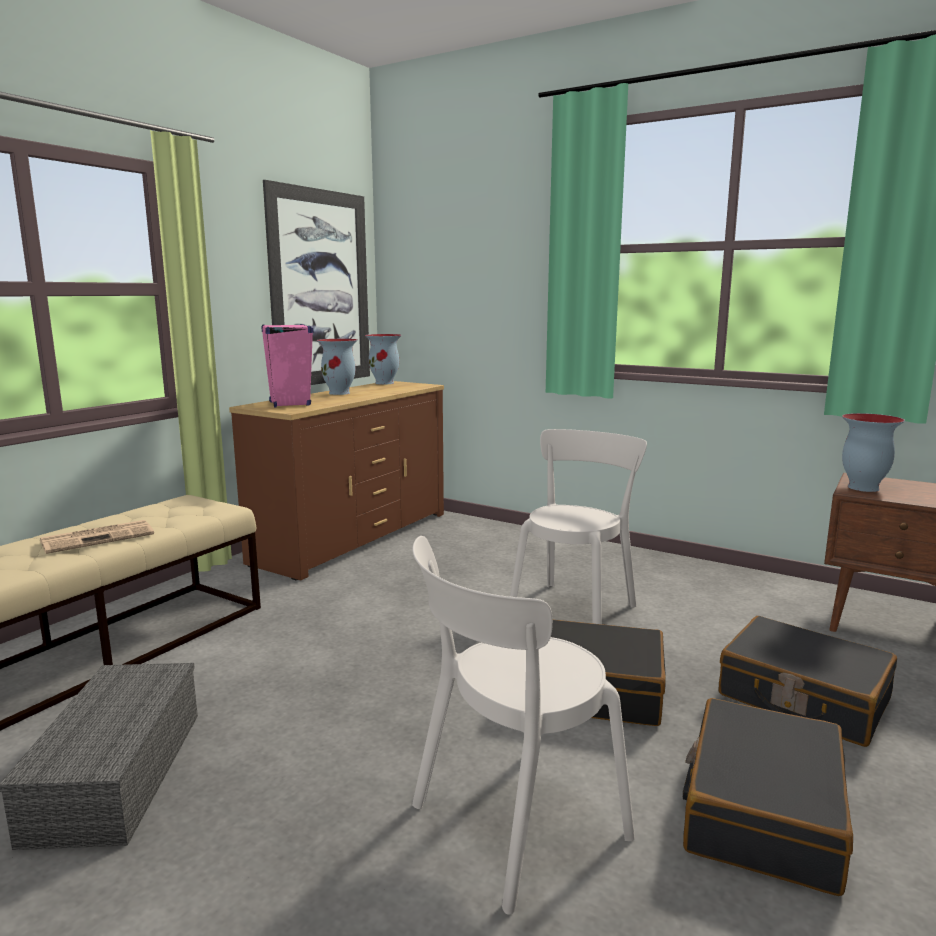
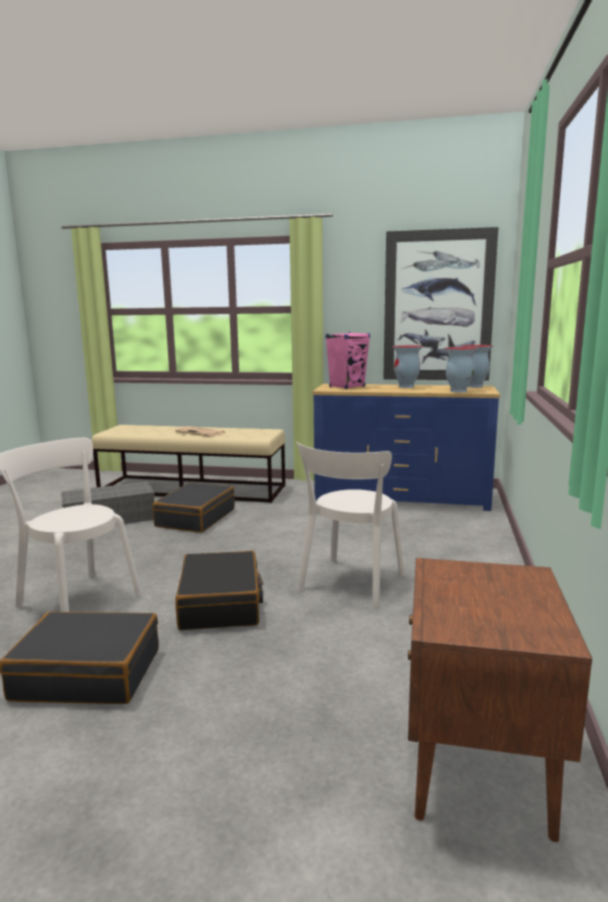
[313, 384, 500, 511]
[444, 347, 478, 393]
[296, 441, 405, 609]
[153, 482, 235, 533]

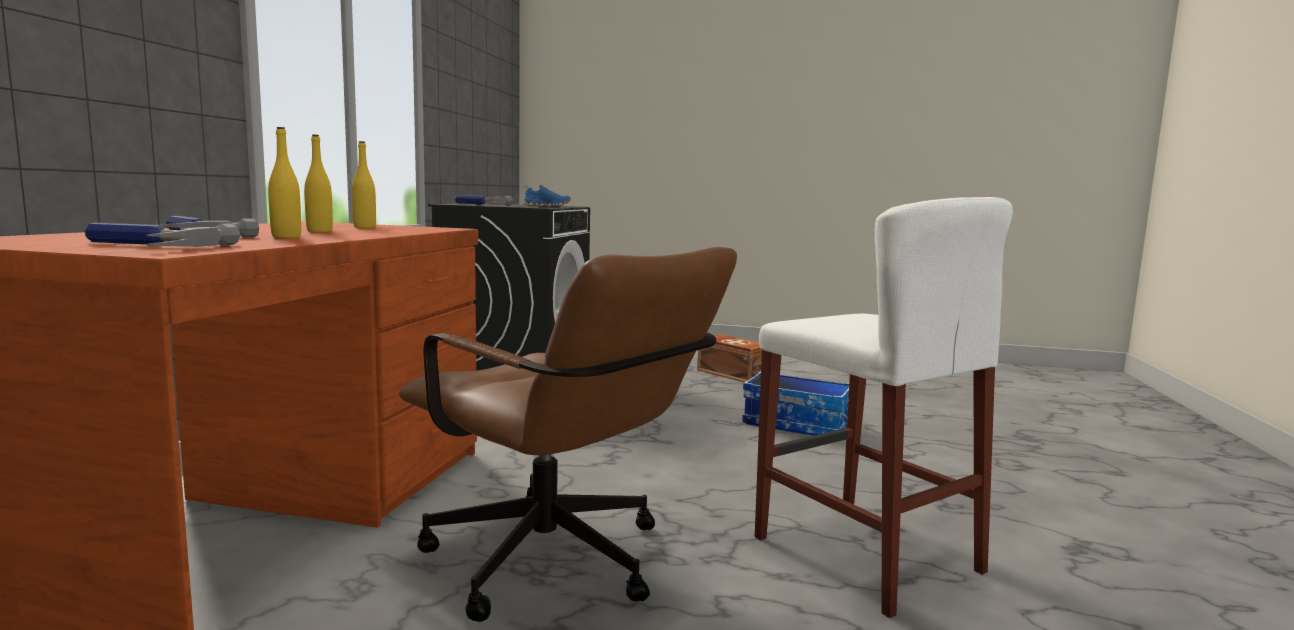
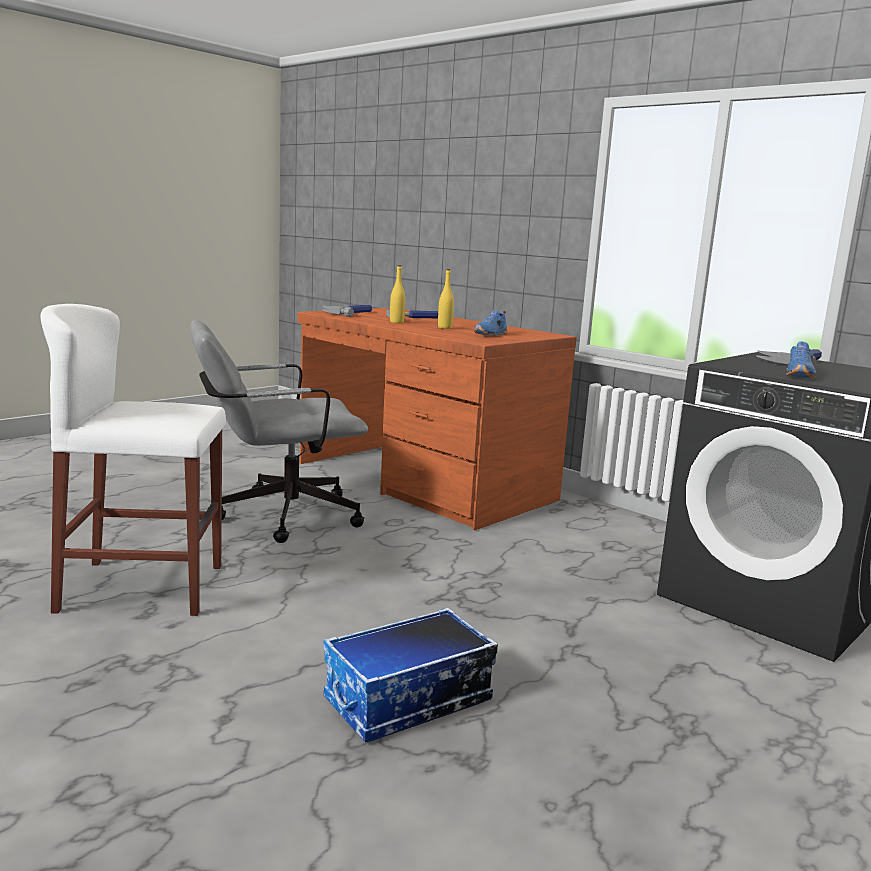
[474, 310, 507, 336]
[190, 320, 368, 543]
[697, 334, 762, 382] (first image)

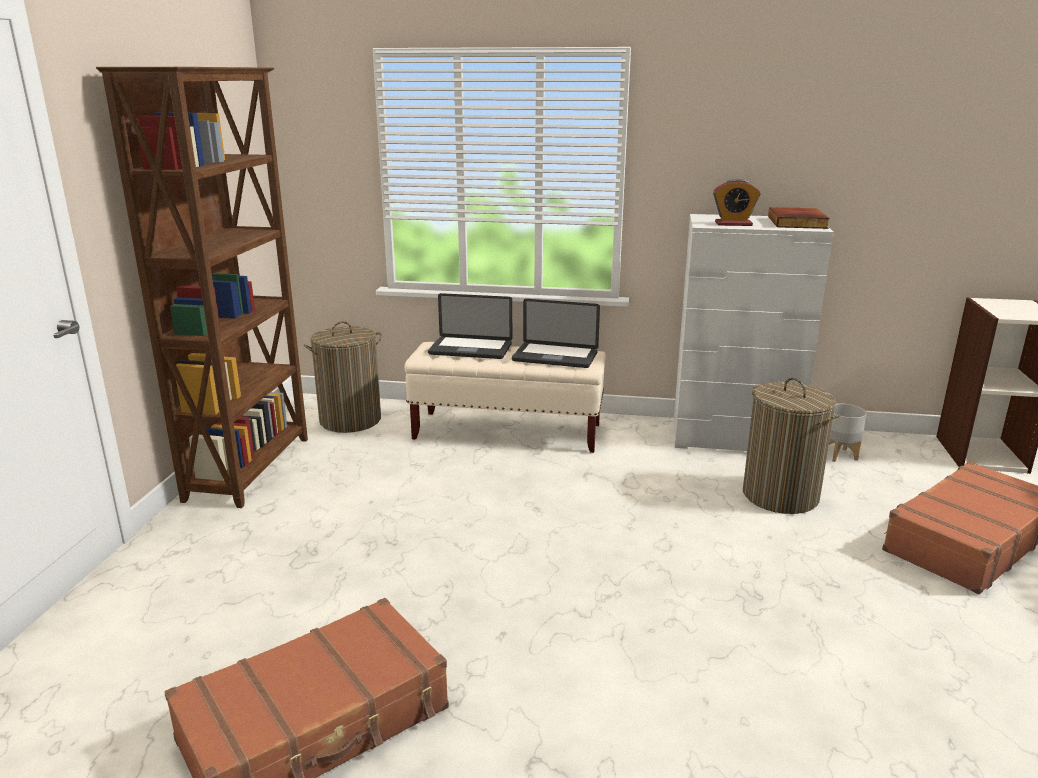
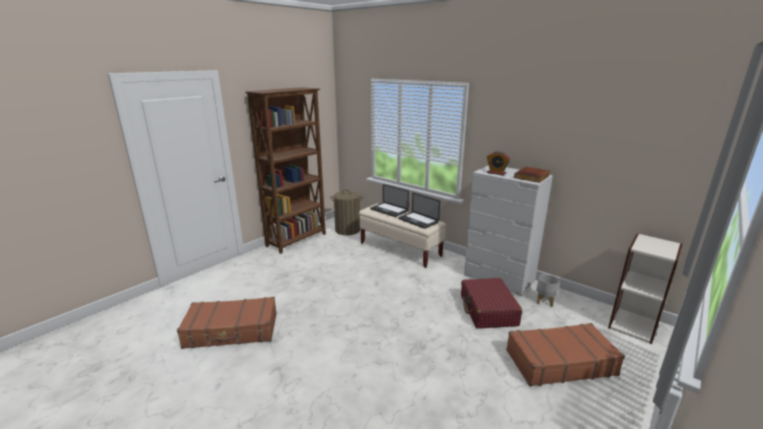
[461, 278, 522, 329]

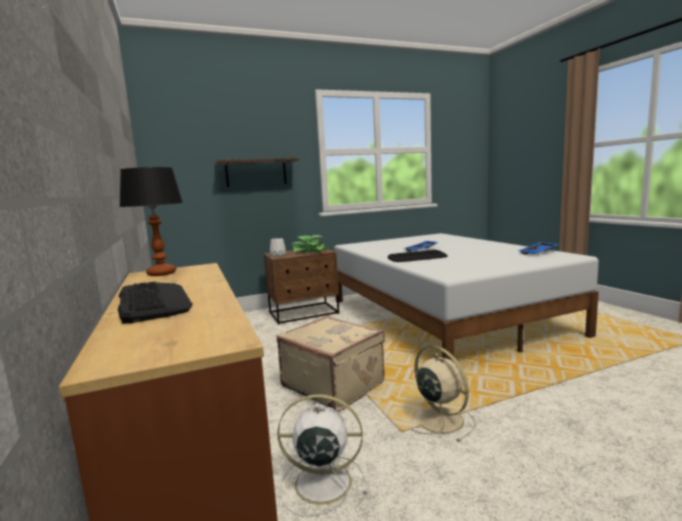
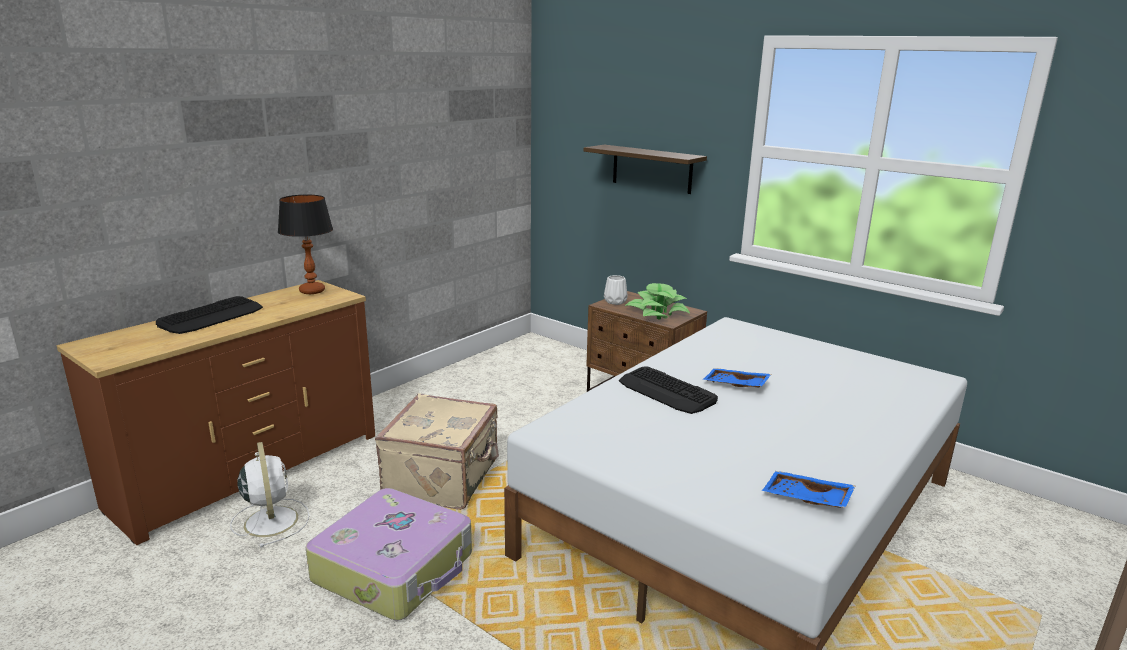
[306, 488, 472, 620]

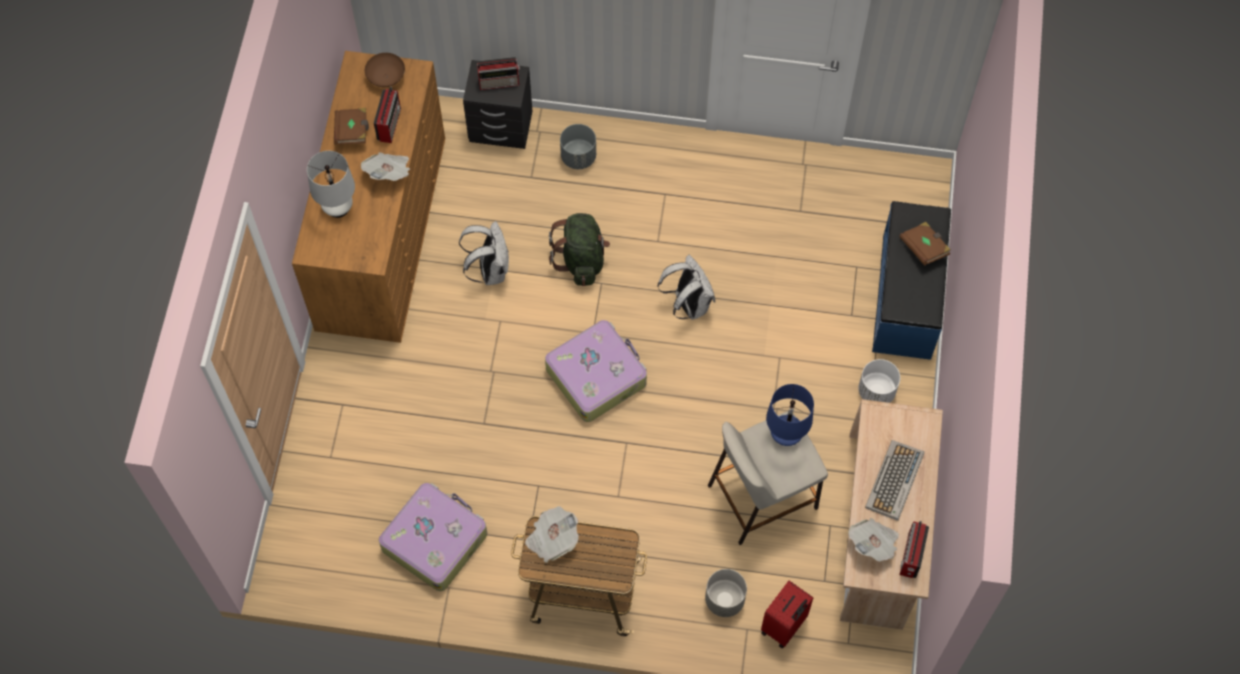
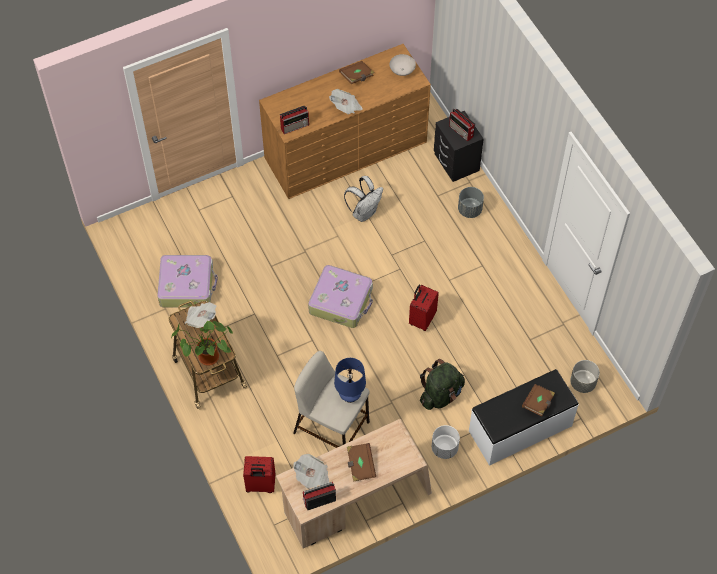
[390, 54, 416, 76]
[280, 106, 309, 134]
[307, 151, 355, 218] (first image)
[469, 369, 579, 466]
[420, 359, 465, 410]
[409, 284, 439, 331]
[347, 443, 376, 482]
[570, 360, 600, 393]
[171, 320, 233, 365]

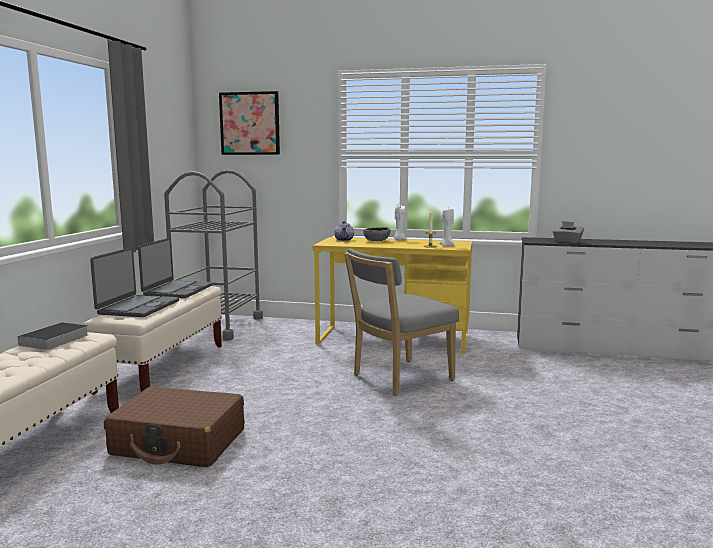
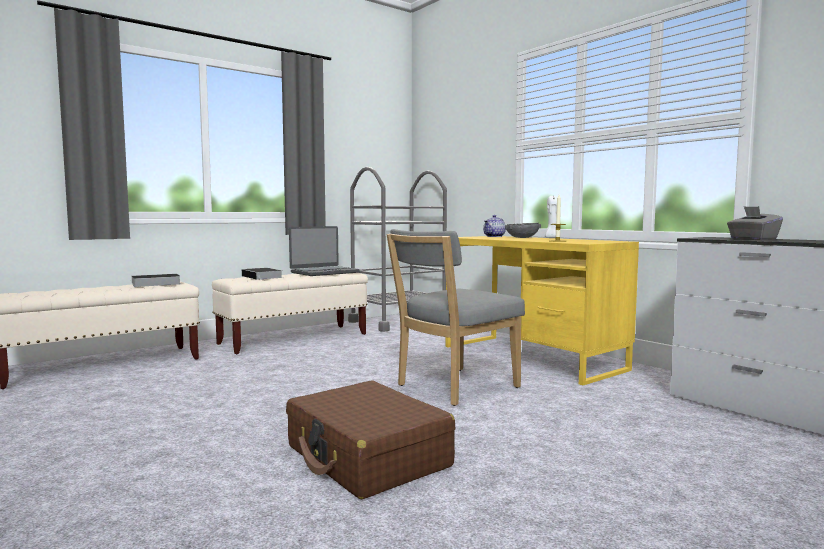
[219, 91, 280, 155] (first image)
[439, 209, 454, 247] (first image)
[242, 268, 283, 280]
[387, 229, 525, 406]
[286, 380, 455, 499]

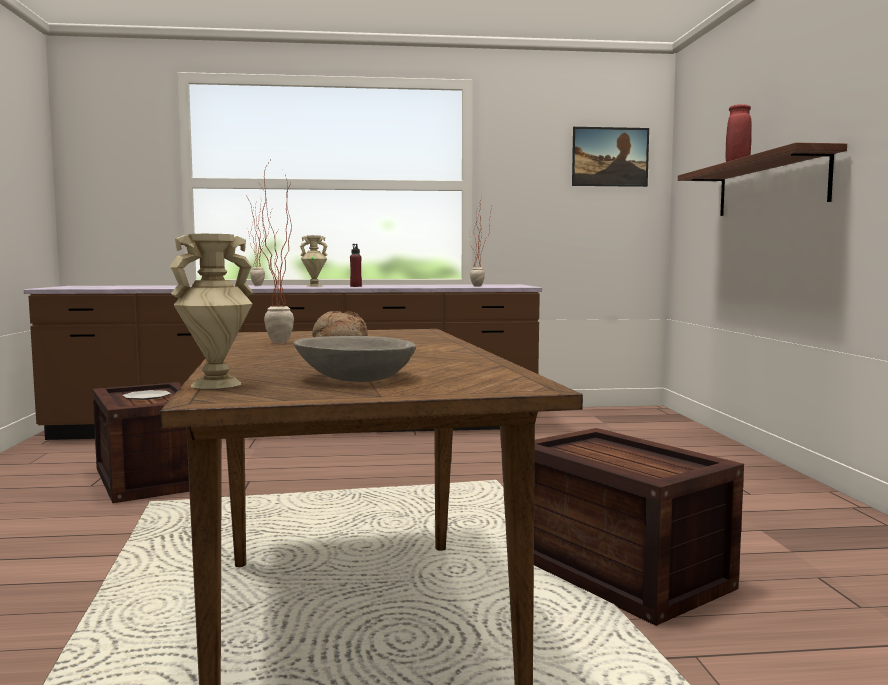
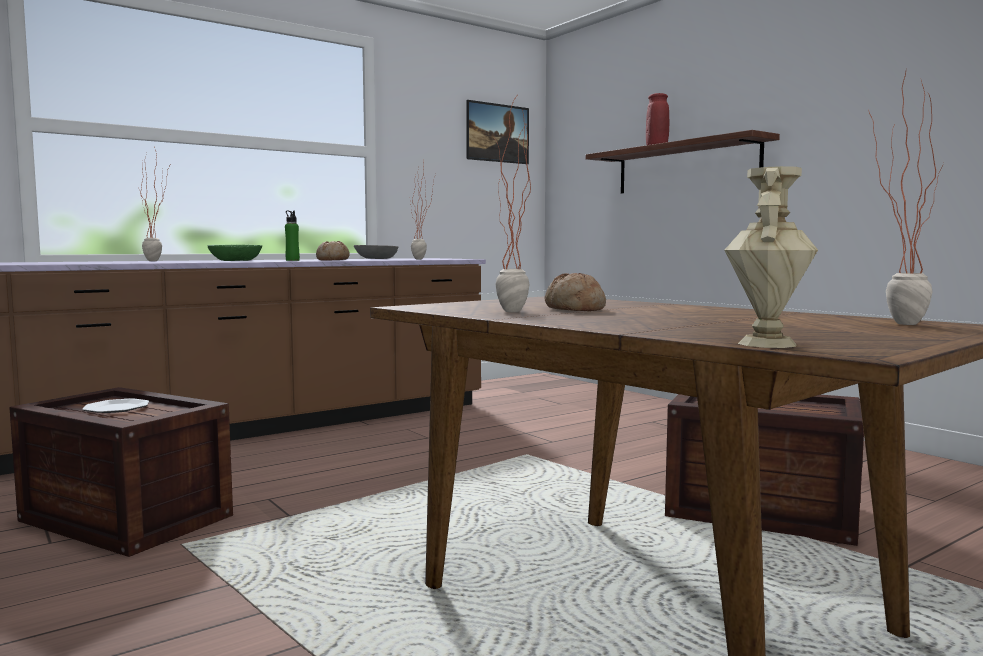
[208, 245, 262, 261]
[285, 210, 300, 261]
[354, 245, 398, 259]
[868, 72, 944, 325]
[316, 241, 350, 260]

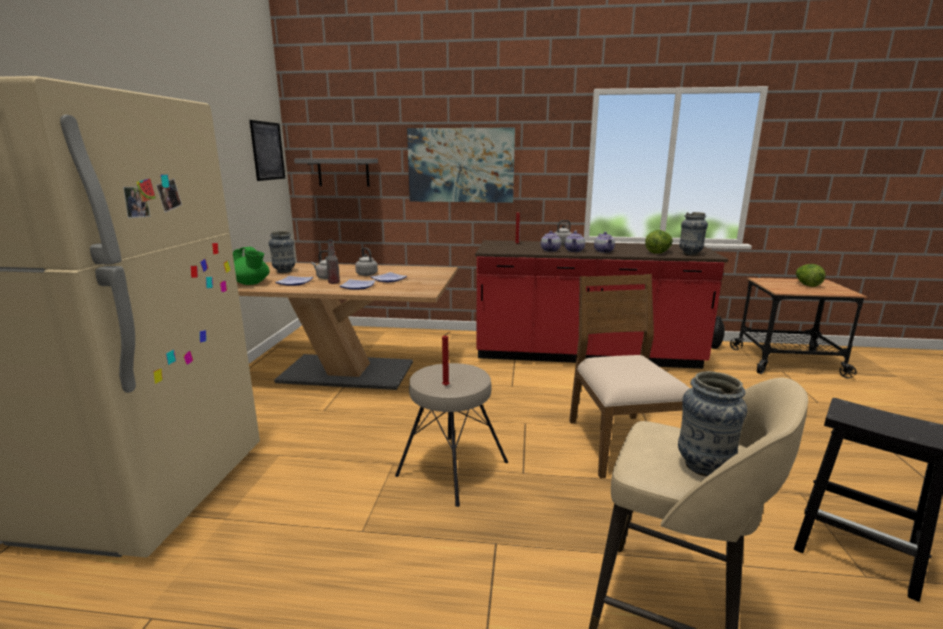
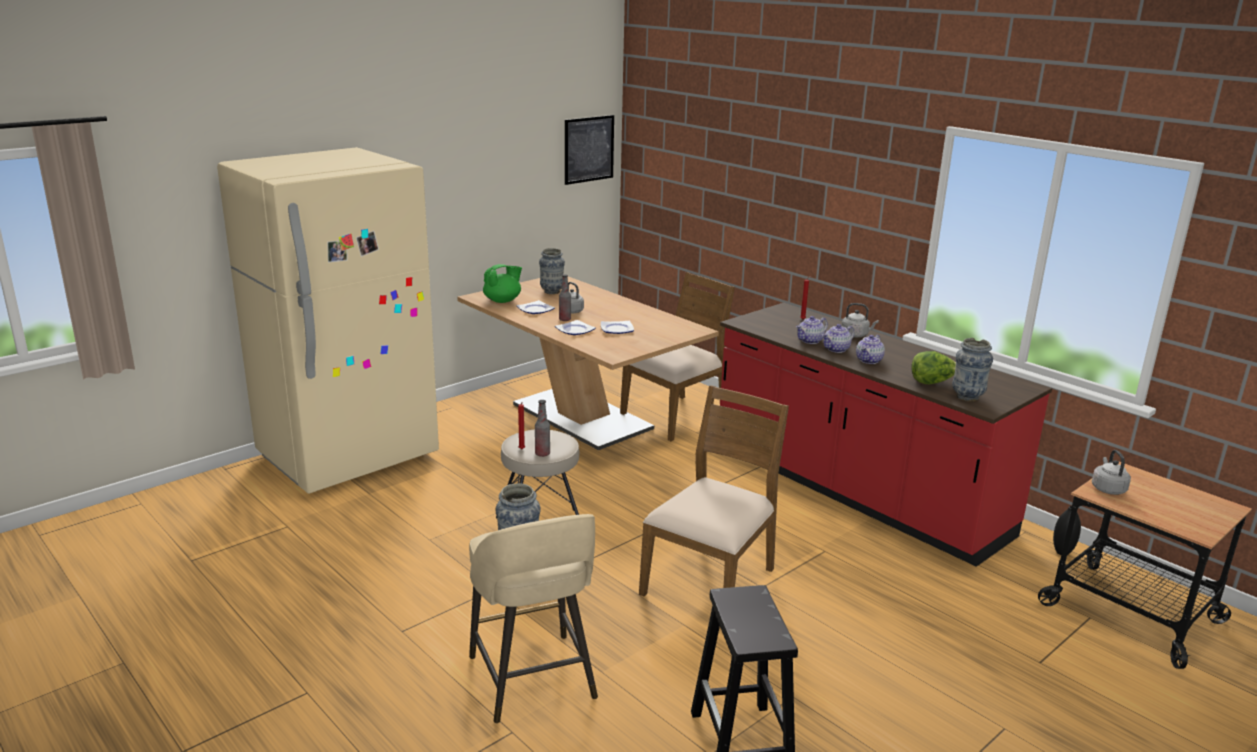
[407, 128, 515, 203] (first image)
[294, 158, 378, 187] (first image)
[483, 264, 522, 303]
[1092, 450, 1131, 495]
[796, 264, 826, 287] (first image)
[620, 272, 735, 441]
[535, 400, 550, 457]

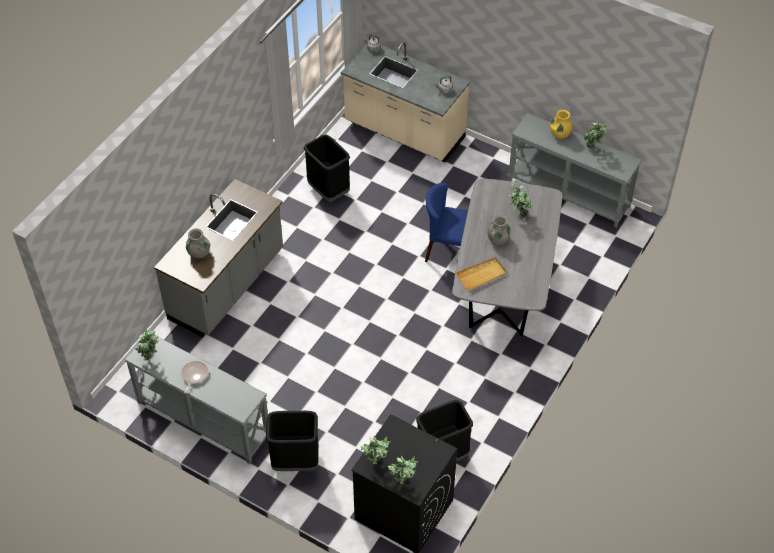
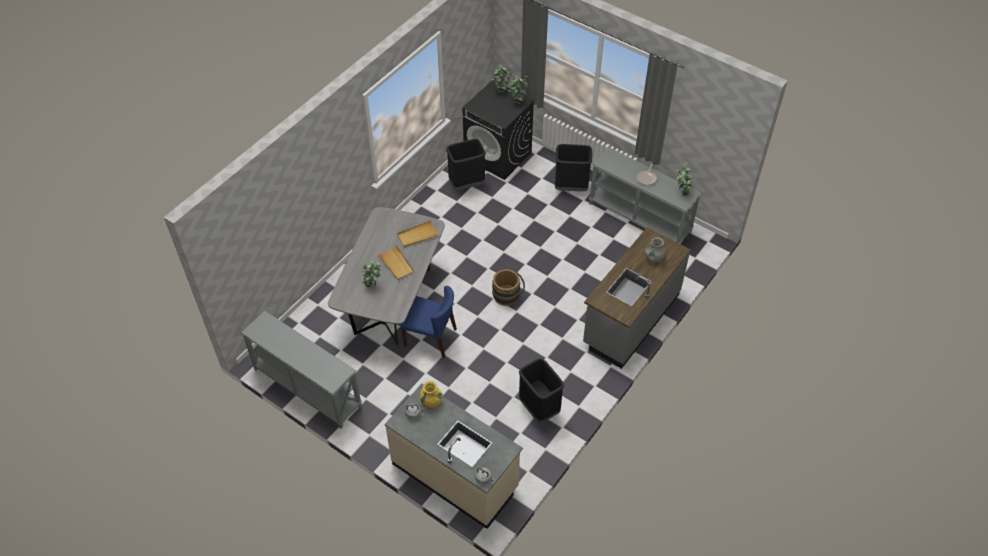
[419, 381, 443, 408]
[583, 122, 607, 149] (first image)
[378, 245, 414, 280]
[492, 268, 525, 306]

